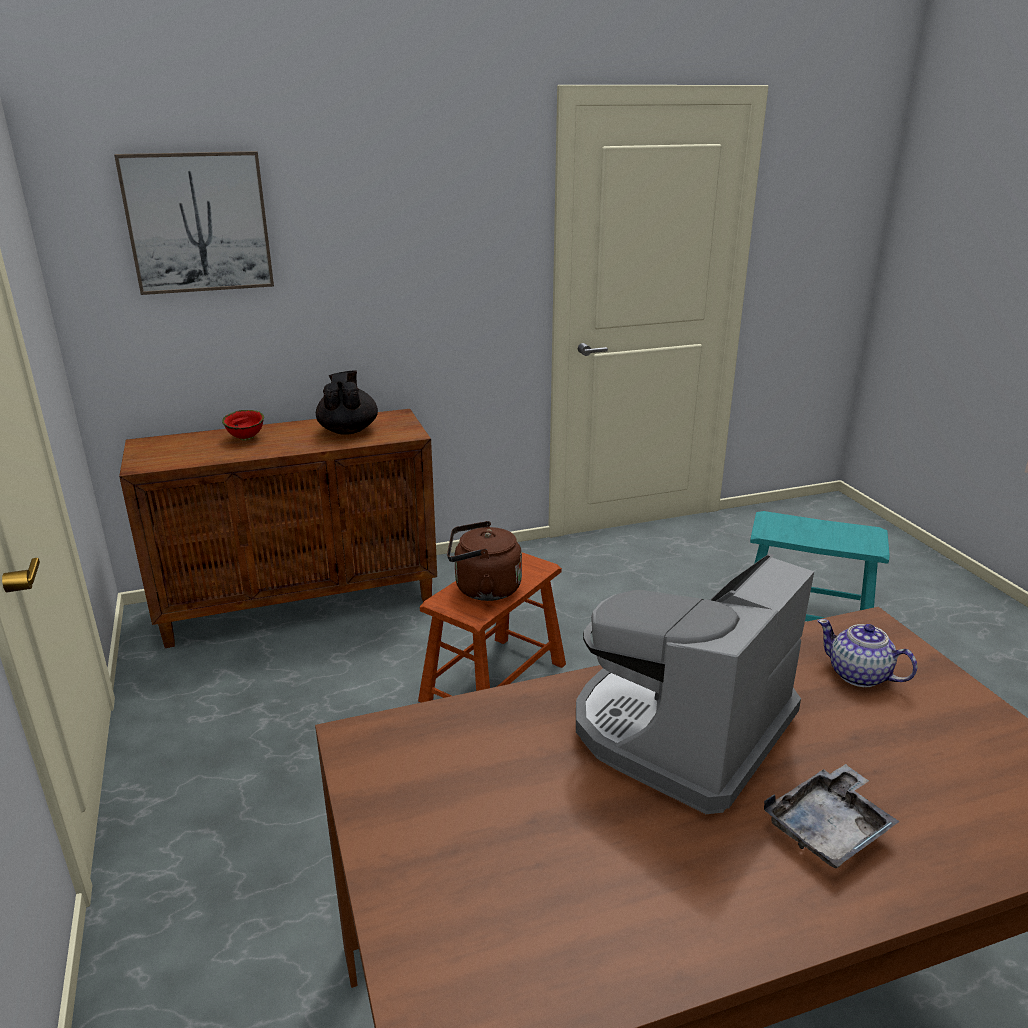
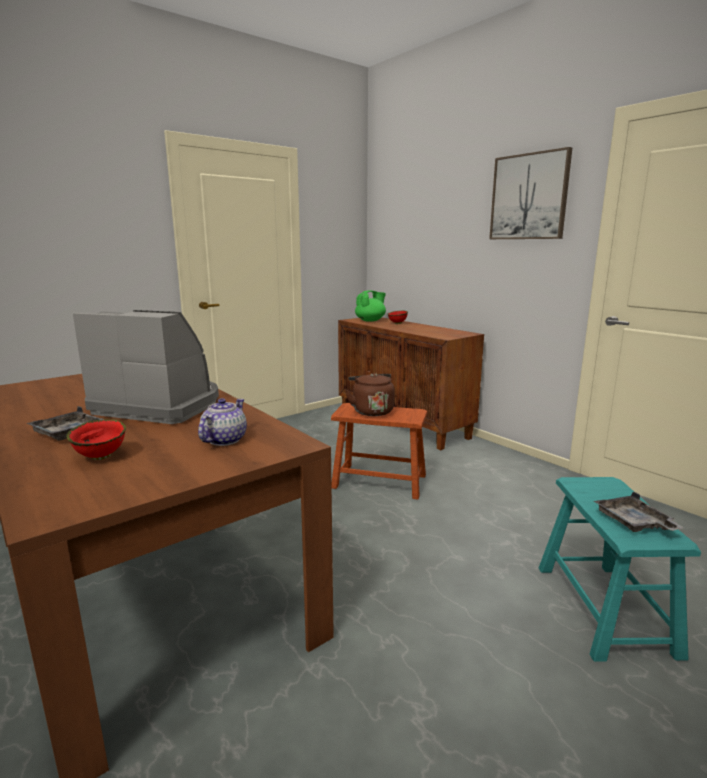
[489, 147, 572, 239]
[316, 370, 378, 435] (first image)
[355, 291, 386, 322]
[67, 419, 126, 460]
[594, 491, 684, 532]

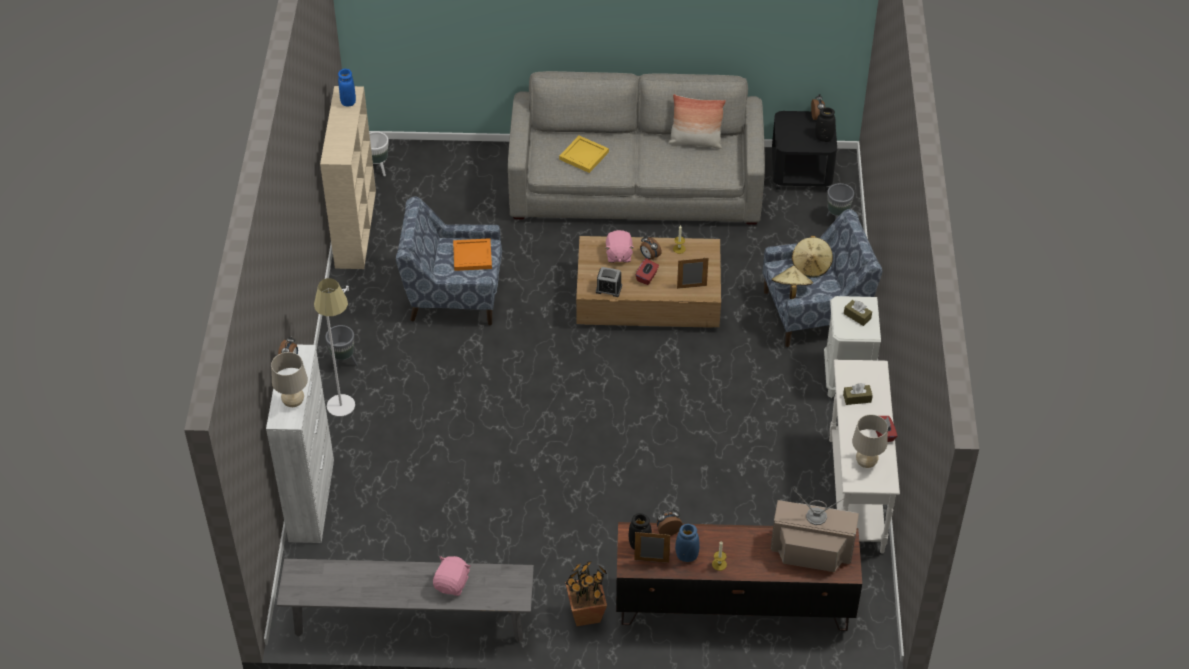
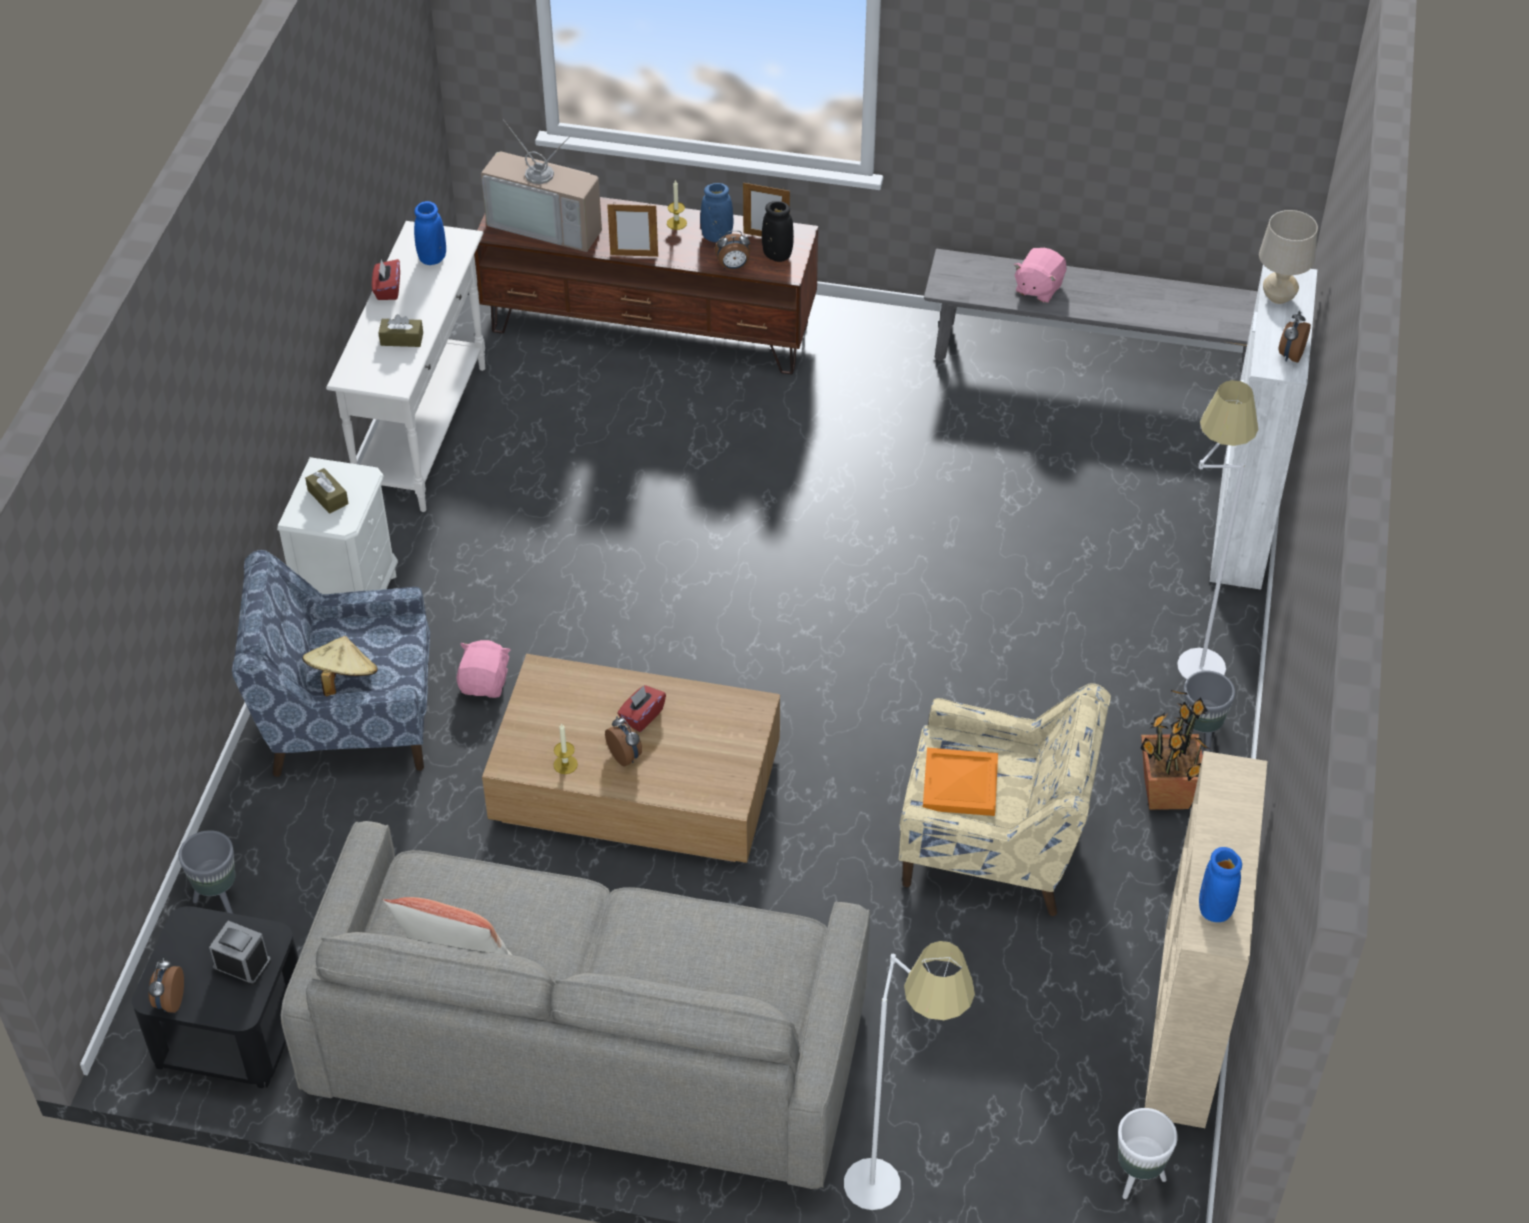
[815, 107, 835, 142] (first image)
[559, 136, 609, 173] (first image)
[899, 683, 1111, 916]
[456, 640, 511, 698]
[607, 202, 658, 257]
[772, 266, 813, 299] (first image)
[209, 921, 271, 986]
[414, 201, 446, 265]
[1140, 690, 1210, 810]
[844, 941, 975, 1210]

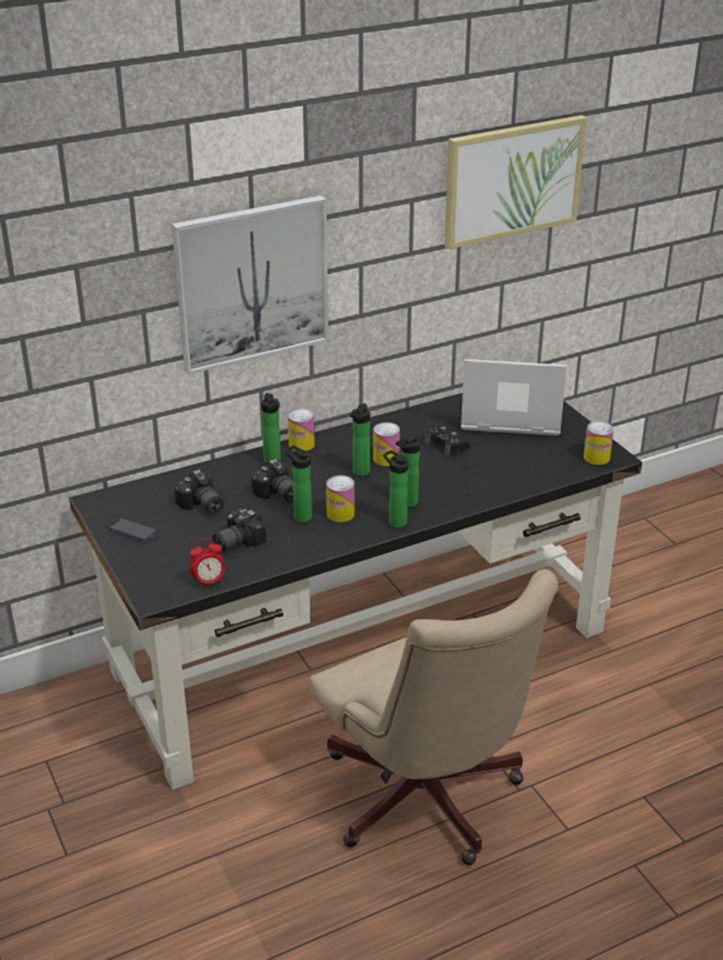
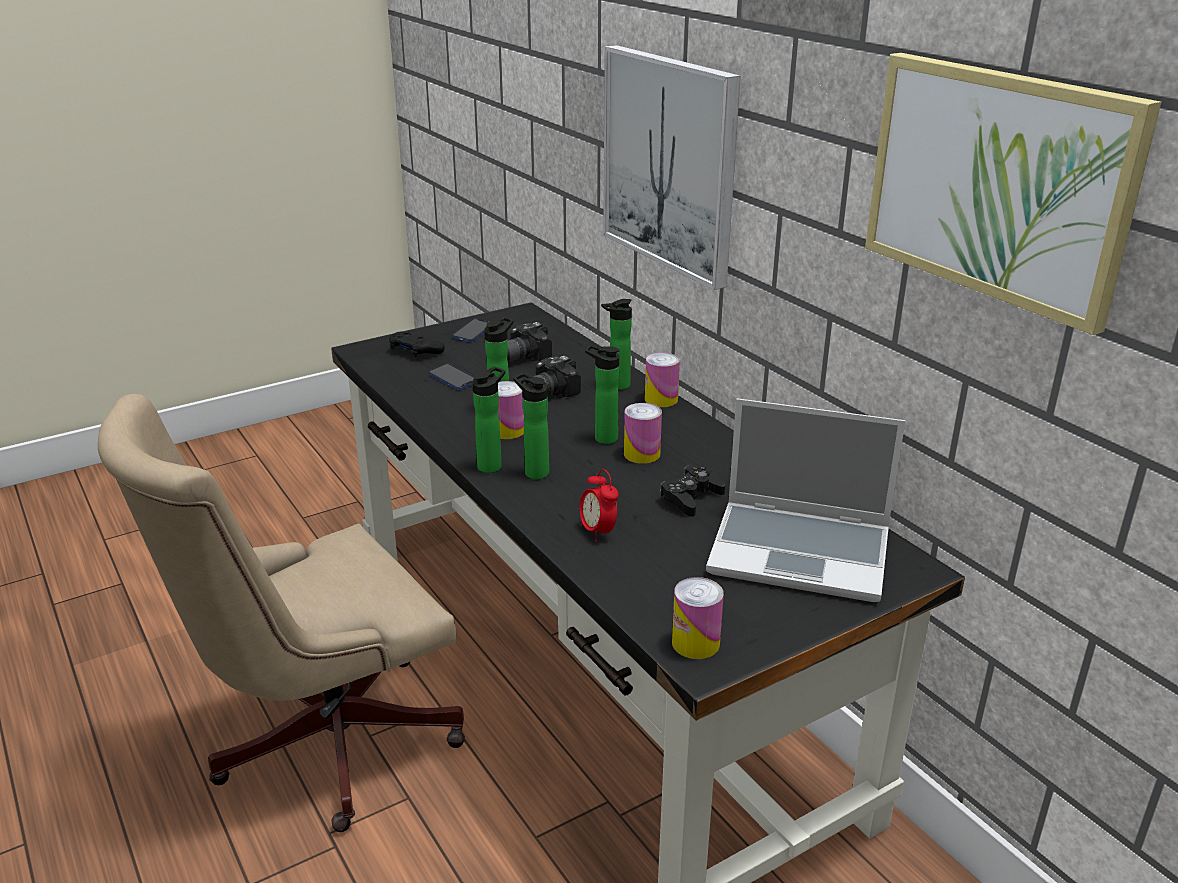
[706, 398, 906, 602]
[428, 363, 474, 390]
[579, 469, 619, 542]
[389, 331, 445, 357]

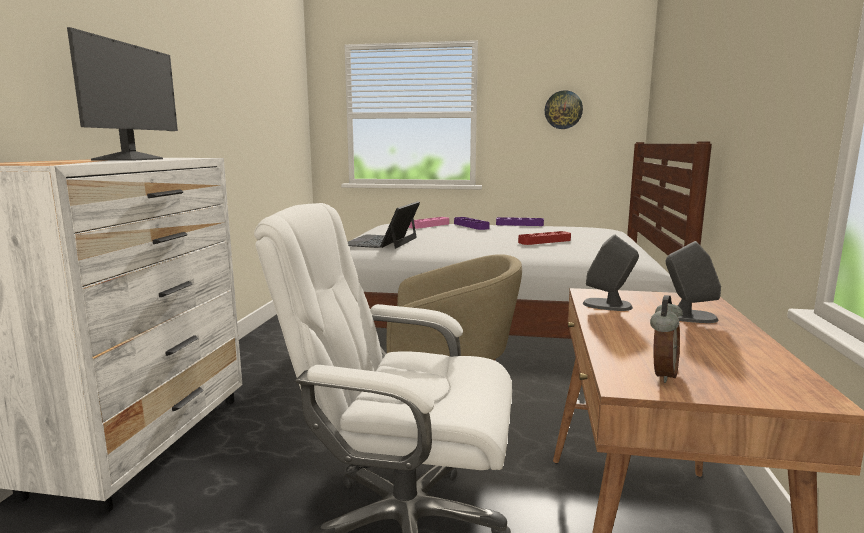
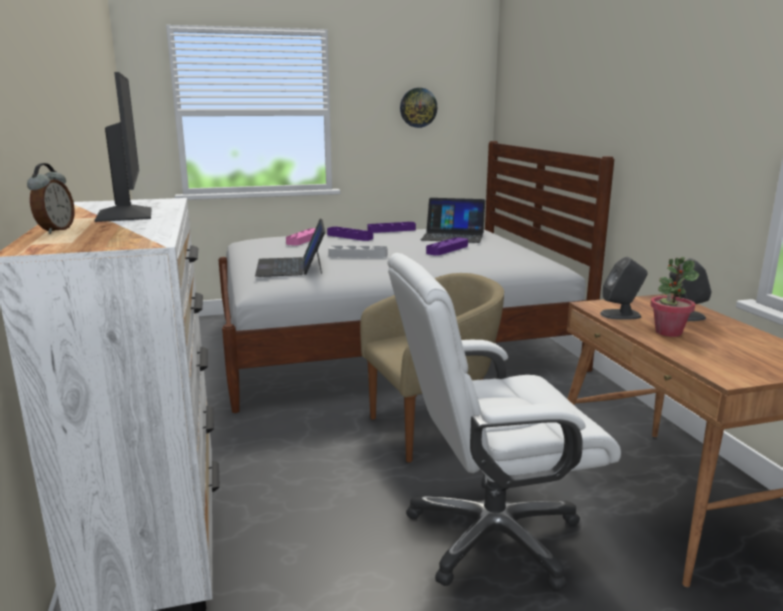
[426, 237, 468, 256]
[27, 163, 75, 234]
[421, 198, 485, 243]
[328, 246, 387, 257]
[650, 257, 699, 337]

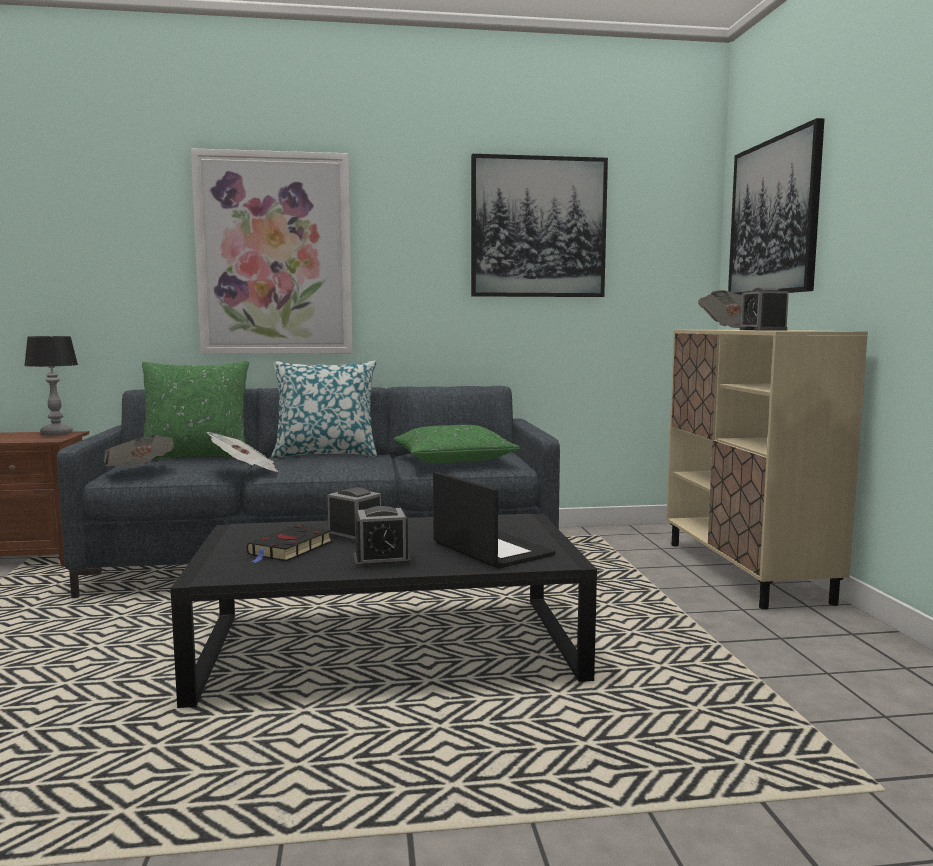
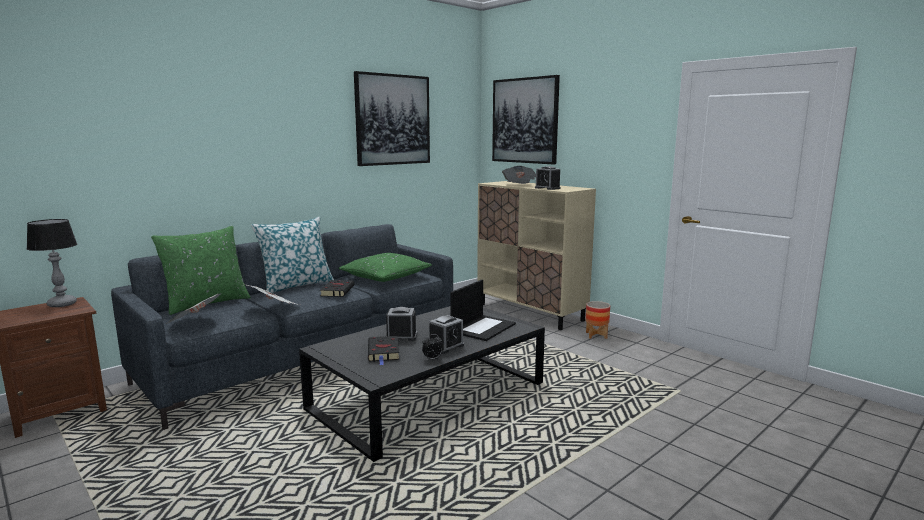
[191, 148, 353, 354] (first image)
[450, 280, 516, 341]
[320, 280, 354, 297]
[585, 301, 610, 339]
[422, 334, 442, 361]

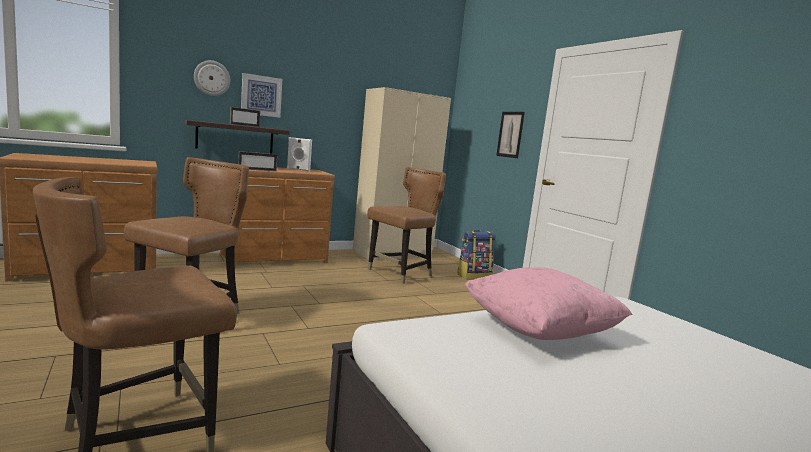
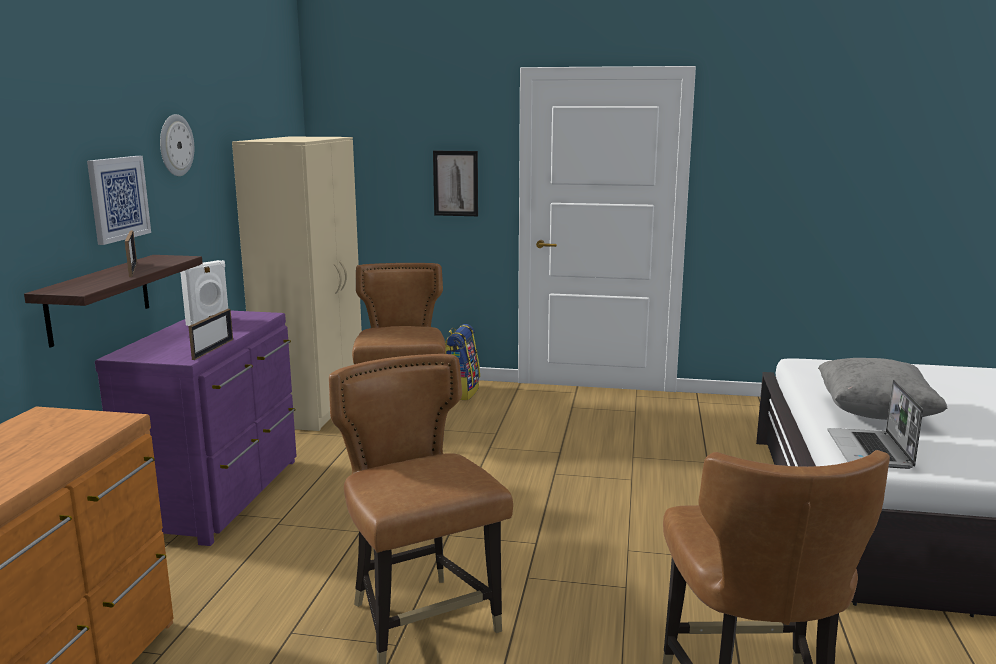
[160, 114, 194, 176]
[95, 311, 297, 546]
[818, 358, 947, 420]
[827, 380, 923, 469]

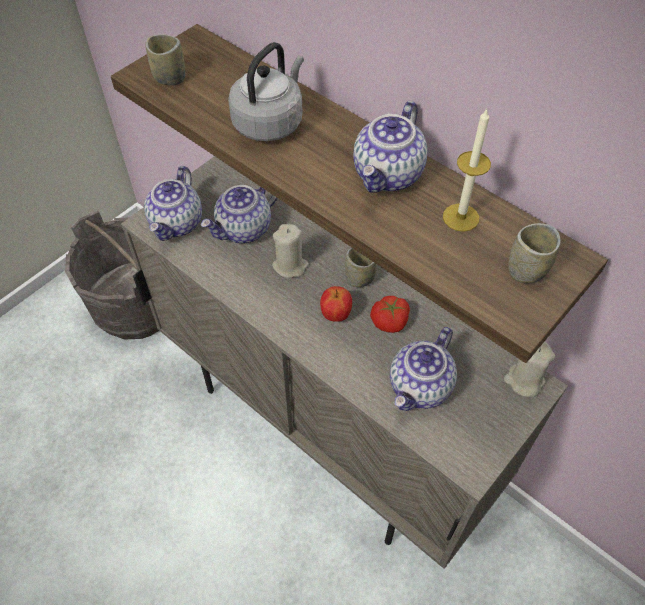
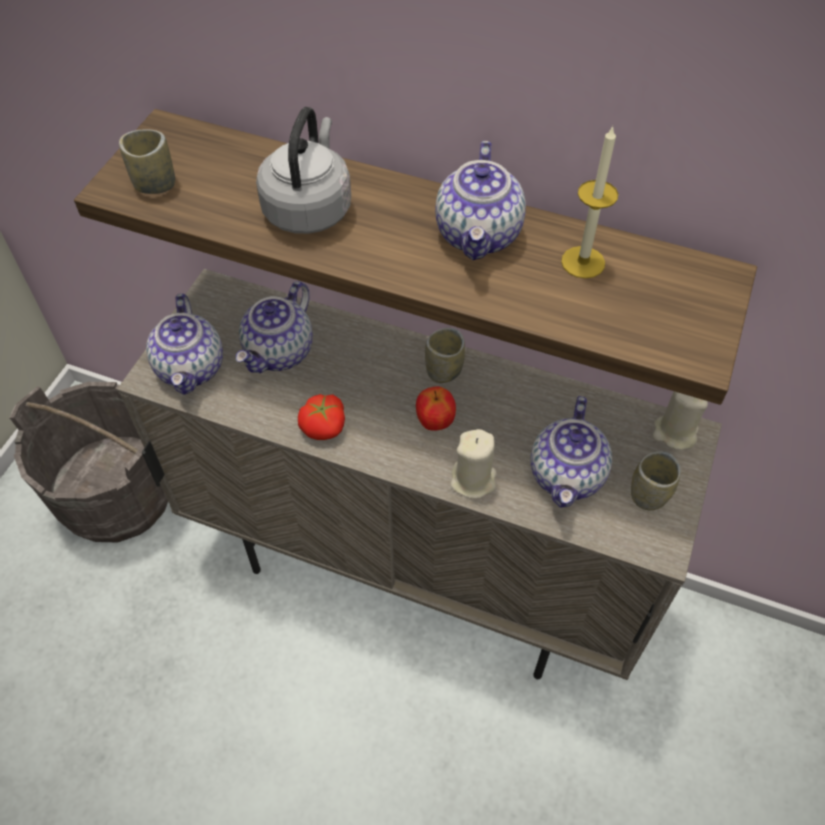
[631, 451, 681, 510]
[450, 429, 497, 499]
[298, 394, 345, 440]

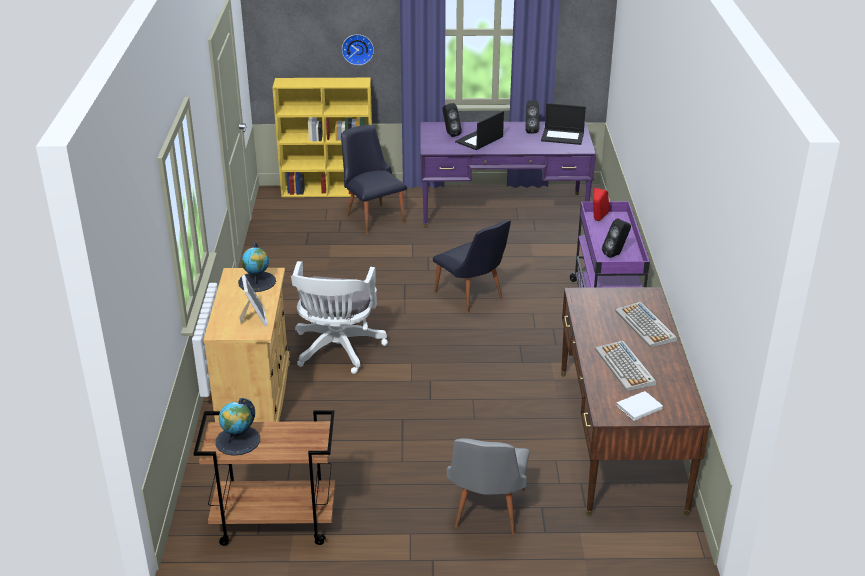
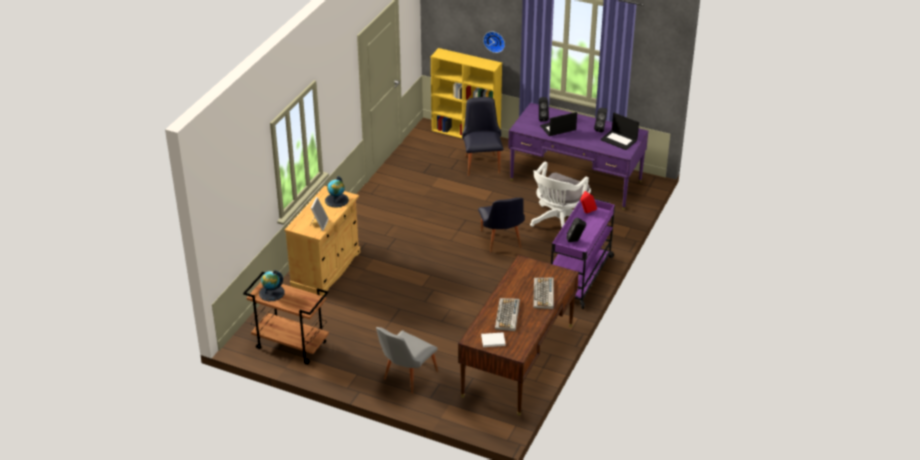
[530, 161, 591, 228]

